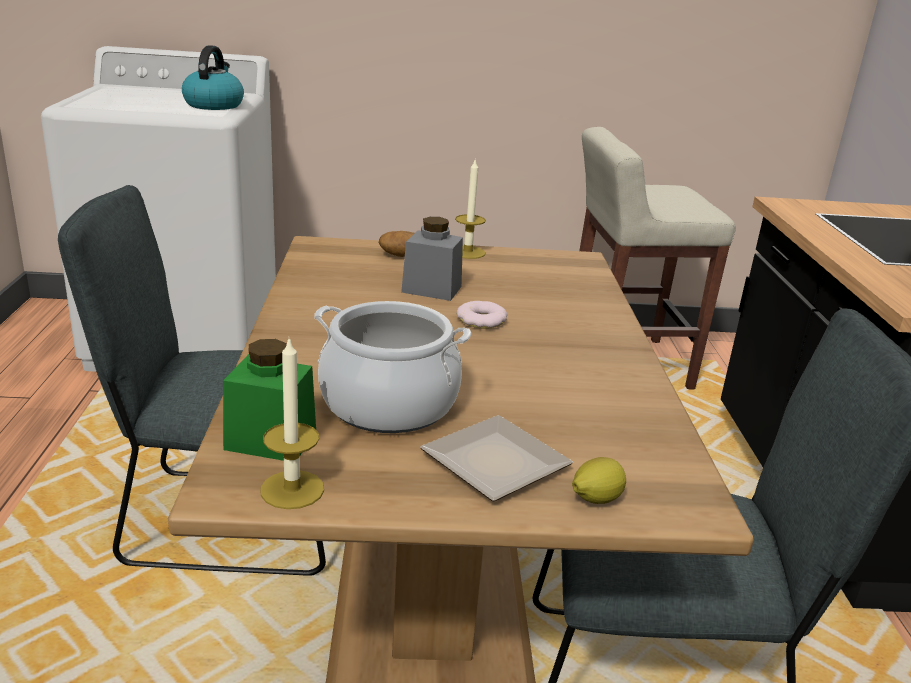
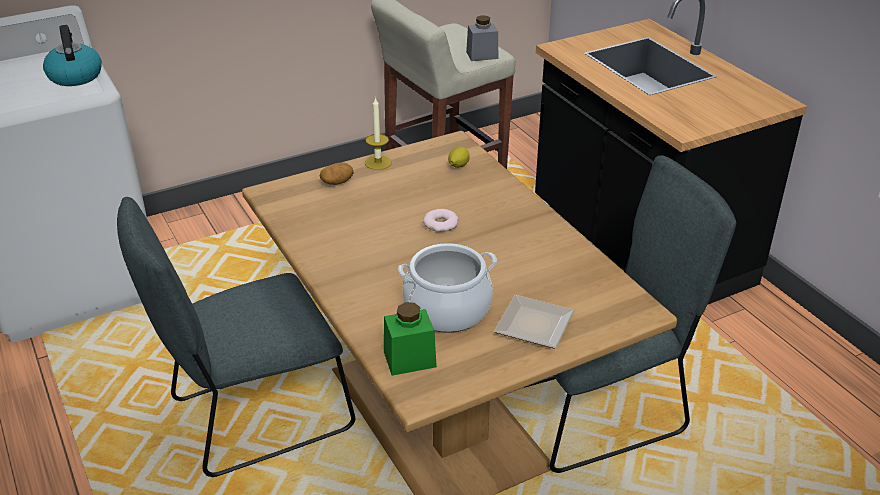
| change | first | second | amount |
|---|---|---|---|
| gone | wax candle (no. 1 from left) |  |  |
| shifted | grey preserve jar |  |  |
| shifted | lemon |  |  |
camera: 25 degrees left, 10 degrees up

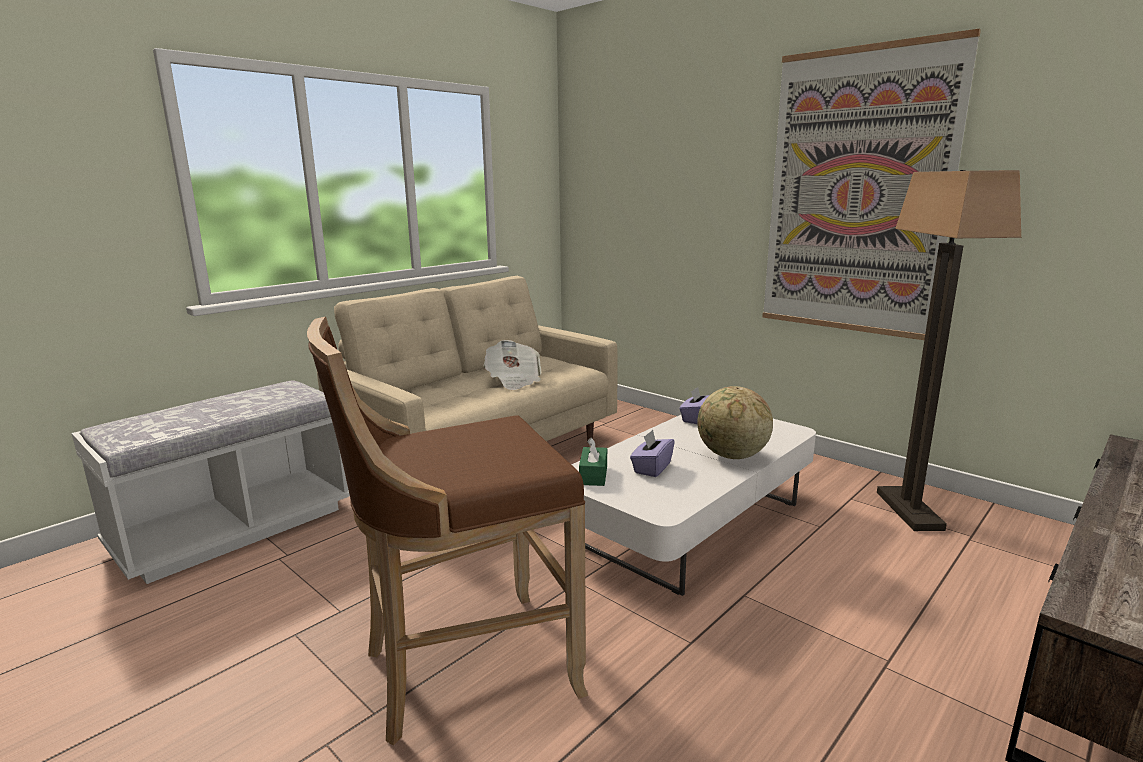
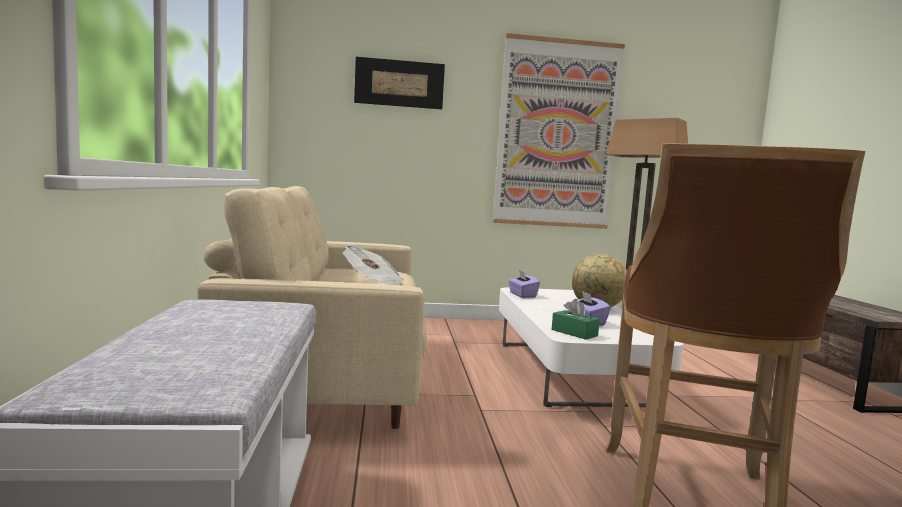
| change | first | second | amount |
|---|---|---|---|
| new |  | picture (no. 1 from left) |  |
camera: 50 degrees left, 10 degrees down

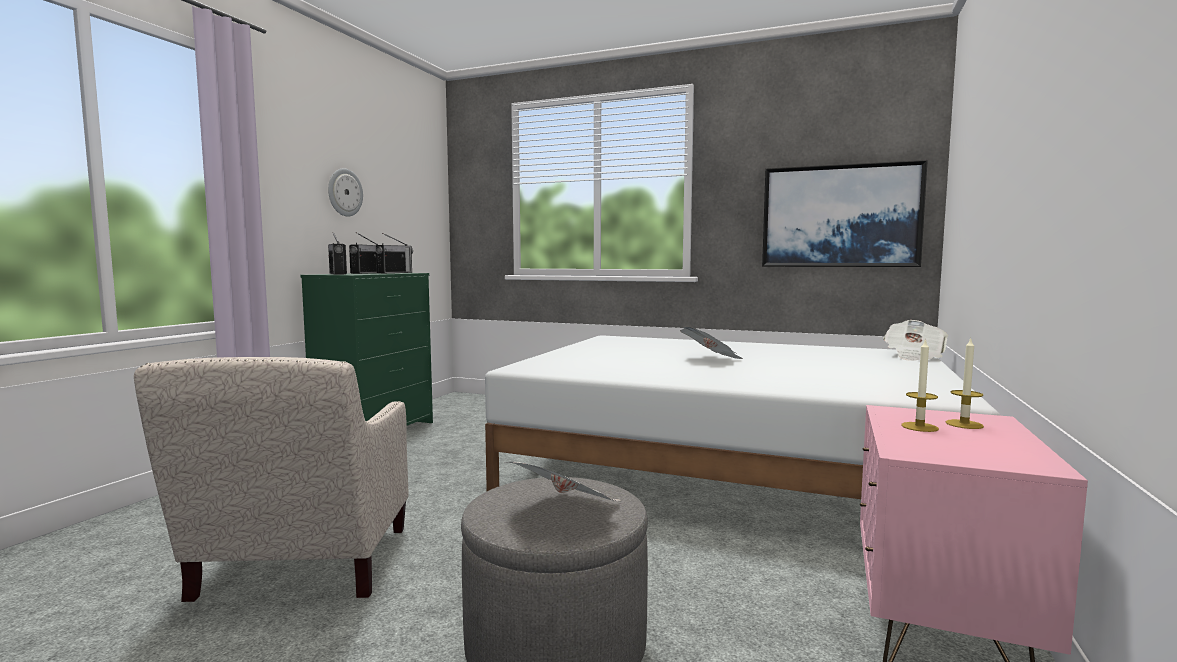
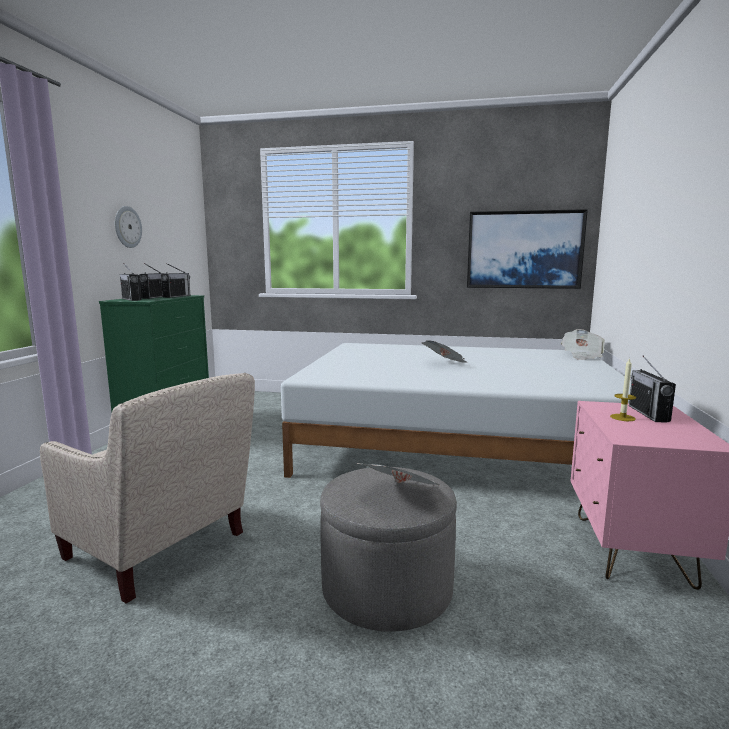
| change | first | second | amount |
|---|---|---|---|
| swapped | wax candle (no. 2 from left) | radio set (no. 4 from left) |  |
| rotated | beige lounge chair |  | 45 degrees counterclockwise |
camera: 10 degrees left, 5 degrees up

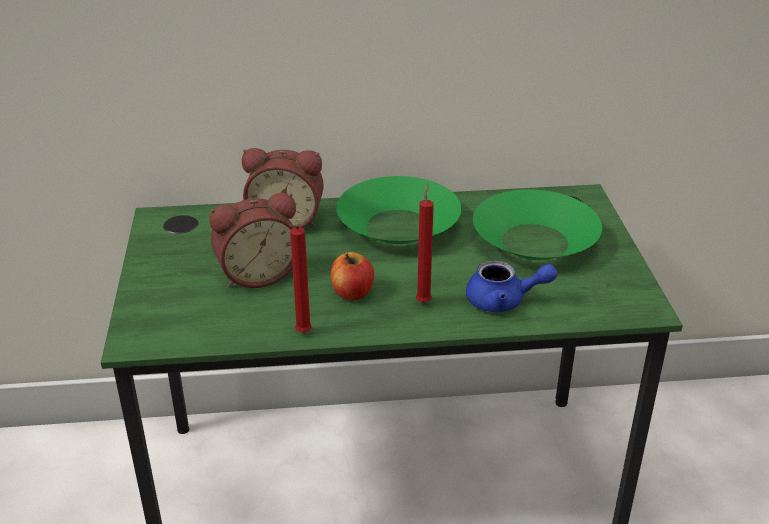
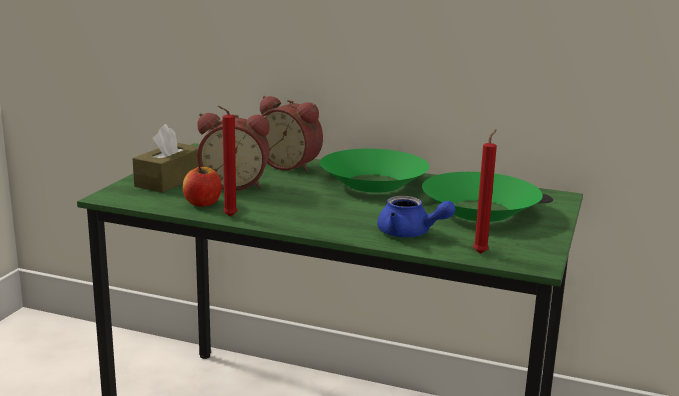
| change | first | second | amount |
|---|---|---|---|
| new |  | brown-coloured tissue holder |  |
| shifted | apple fruit |  |  |
| shifted | red-coloured wax candle (no. 2 from left) |  |  |
camera: 25 degrees right, 15 degrees down

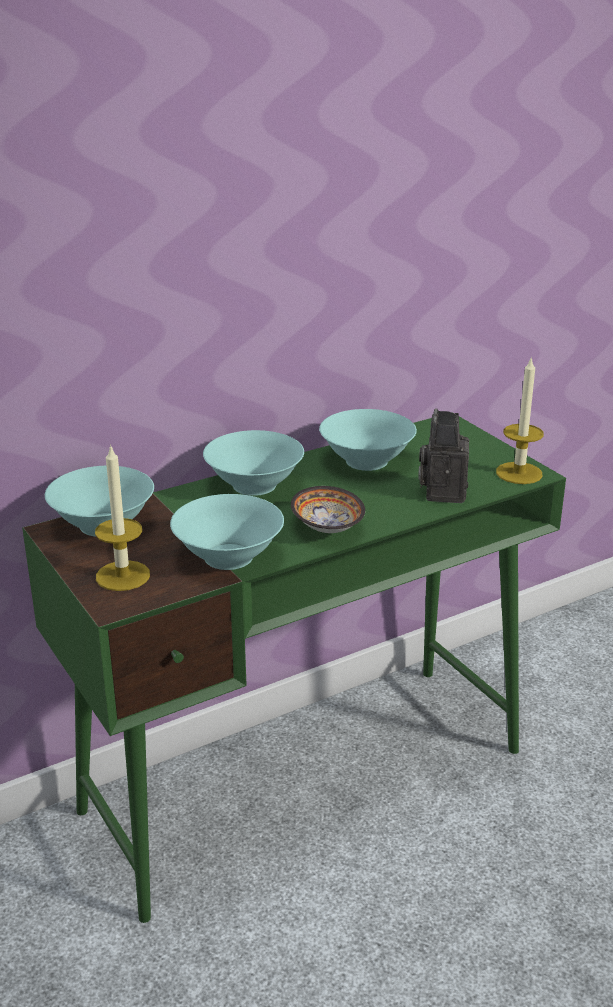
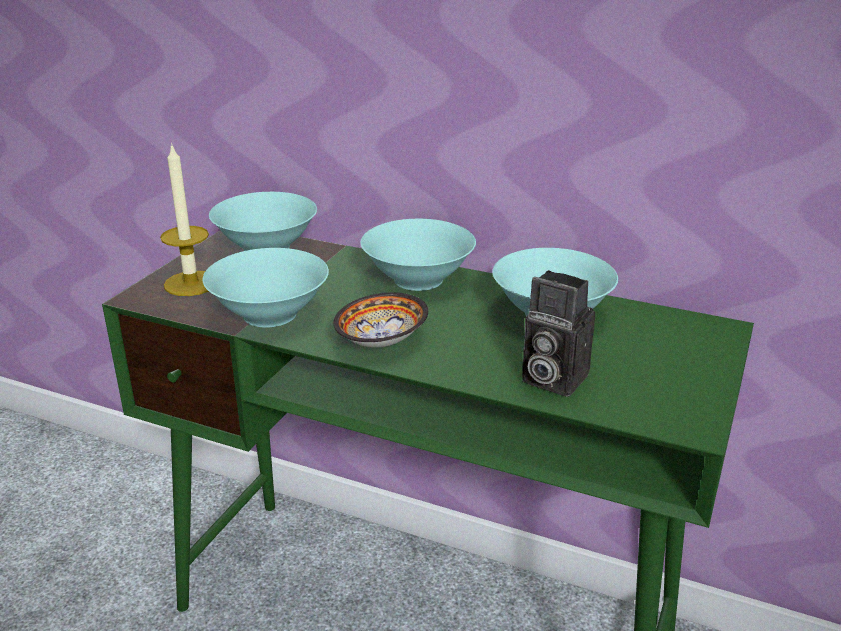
| change | first | second | amount |
|---|---|---|---|
| gone | wax candle (no. 2 from left) |  |  |
| rotated | photo camera |  | 120 degrees counterclockwise |
camera: 55 degrees right, 0 degrees up

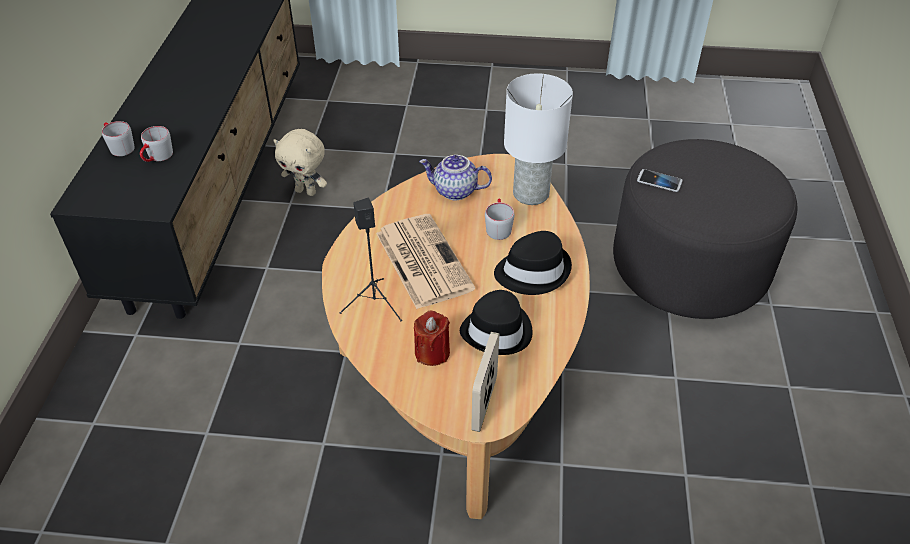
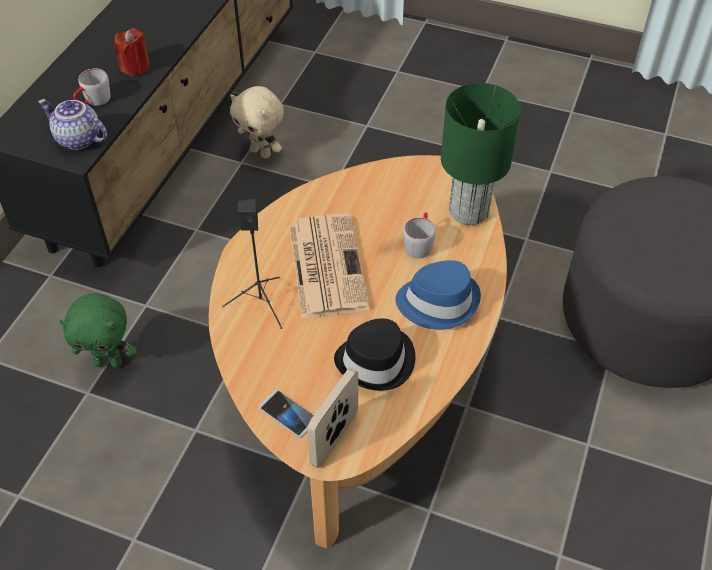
| change | first | second | amount |
|---|---|---|---|
| gone | grey mug (no. 1 from left) |  |  |
| new |  | green cuddly toy |  |
| shifted | red-coloured wax candle |  |  |
| shifted | tea pot |  |  |
| shifted | telephone |  |  |
| repainted | blackish clothing hat (no. 2 from left) | blue-coloured clothing hat |  |
| repainted | white table lamp | green table lamp |  |
camera: 15 degrees right, 5 degrees up

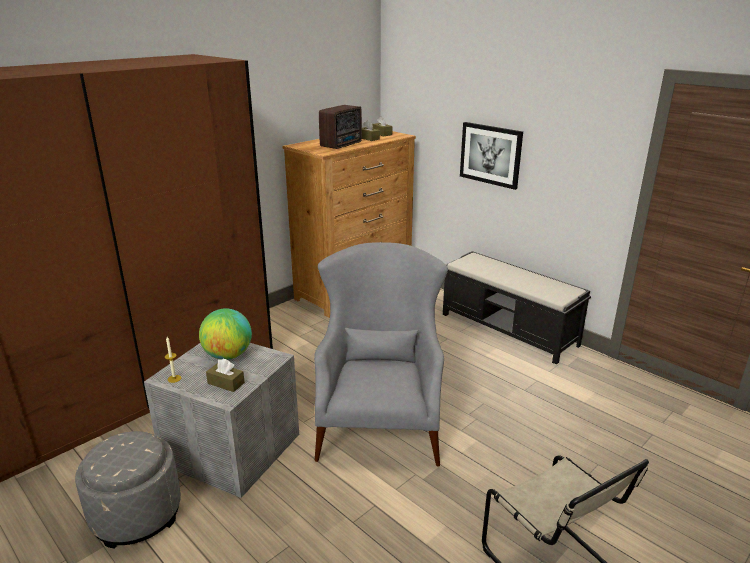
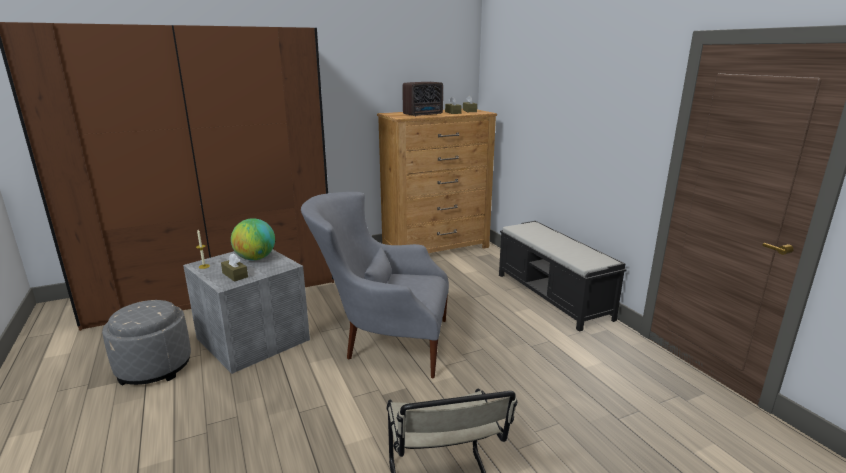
| change | first | second | amount |
|---|---|---|---|
| gone | picture |  |  |
| rotated | grey lounge chair |  | 105 degrees counterclockwise |
camera: 20 degrees right, 5 degrees down

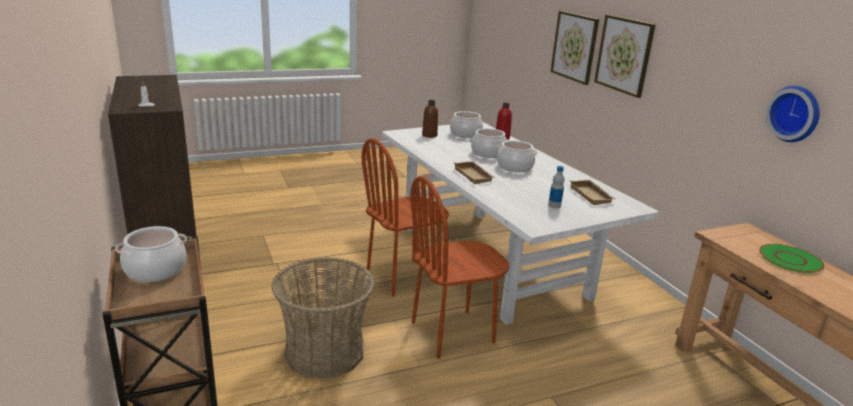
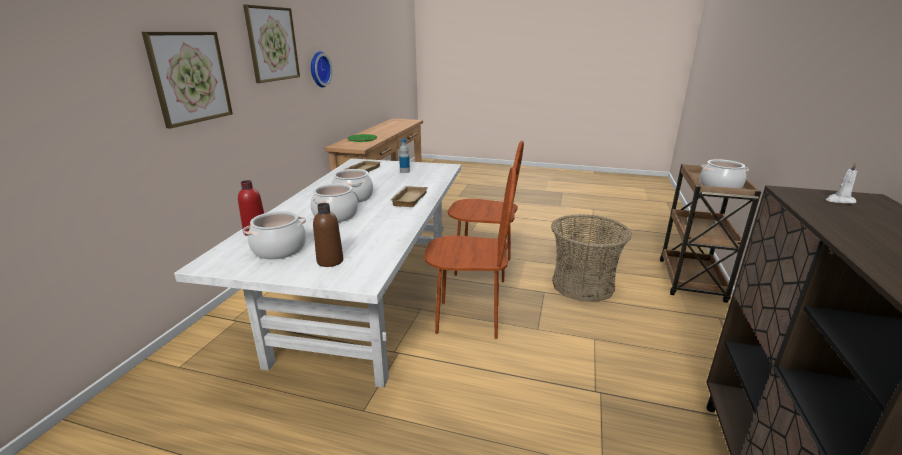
| change | first | second | amount |
|---|---|---|---|
| shifted | picture (no. 1 from left in the first image) | picture (no. 2 from left) |  |
camera: 140 degrees left, 0 degrees up

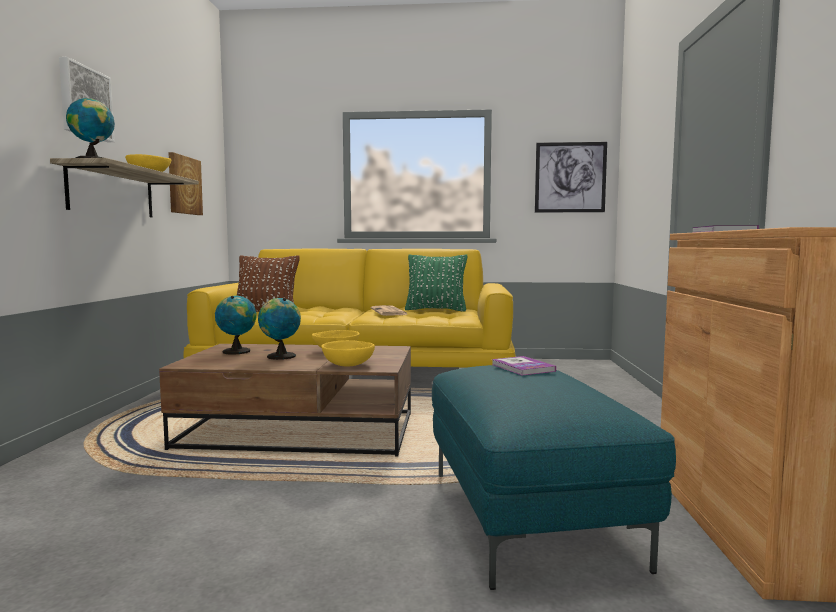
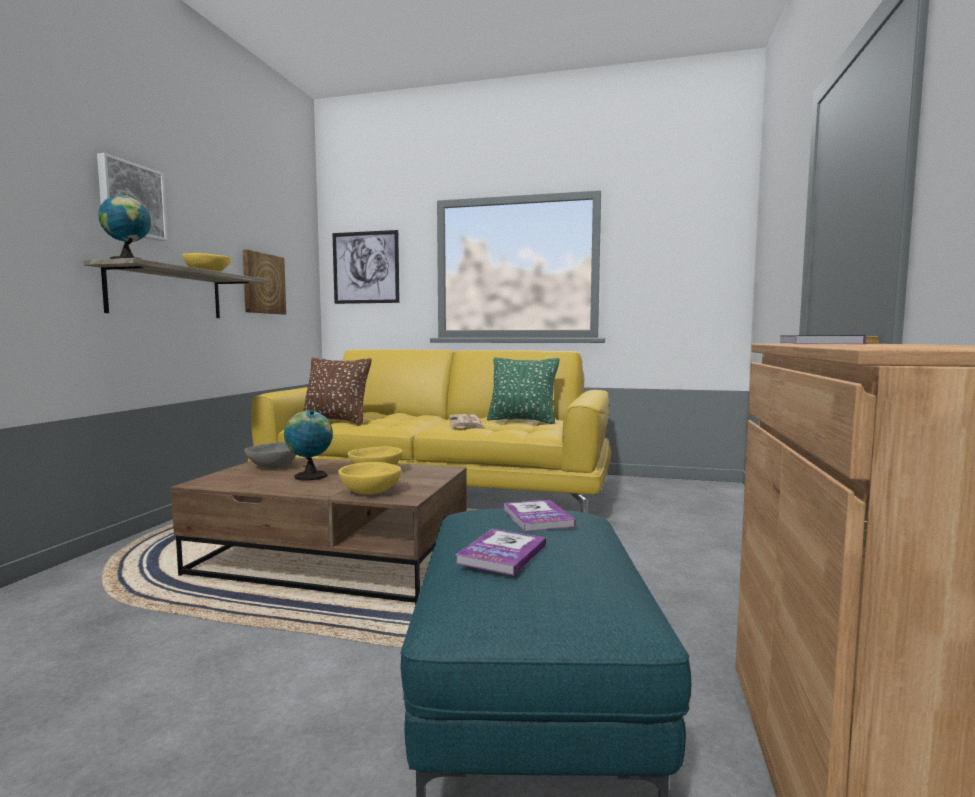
| change | first | second | amount |
|---|---|---|---|
| new |  | bound book (no. 1 from left) |  |
| shifted | picture (no. 3 from left) |  |  |
| swapped | world globe (no. 2 from left) | grey serving bowl |  |
camera: 10 degrees right, 0 degrees up

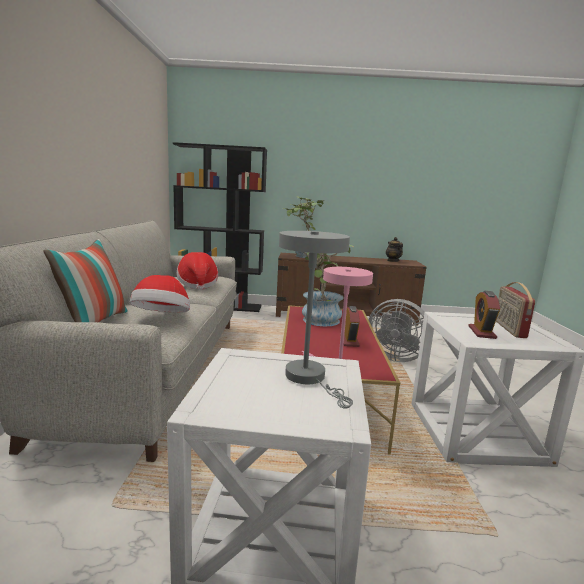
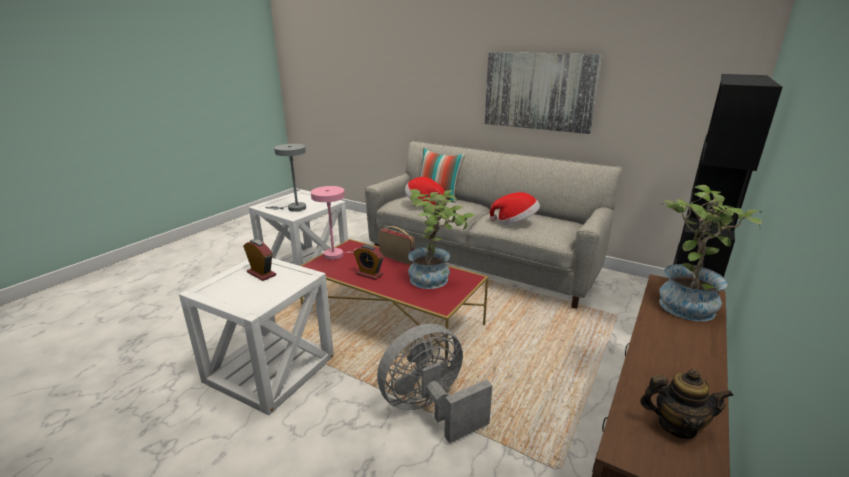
| change | first | second | amount |
|---|---|---|---|
| new |  | picture |  |
| shifted | radio set |  |  |
camera: 120 degrees right, 10 degrees up

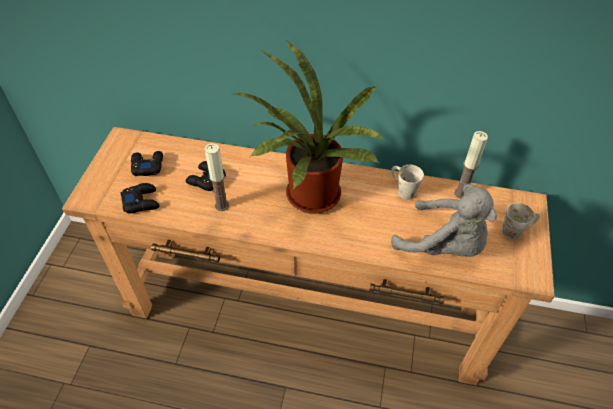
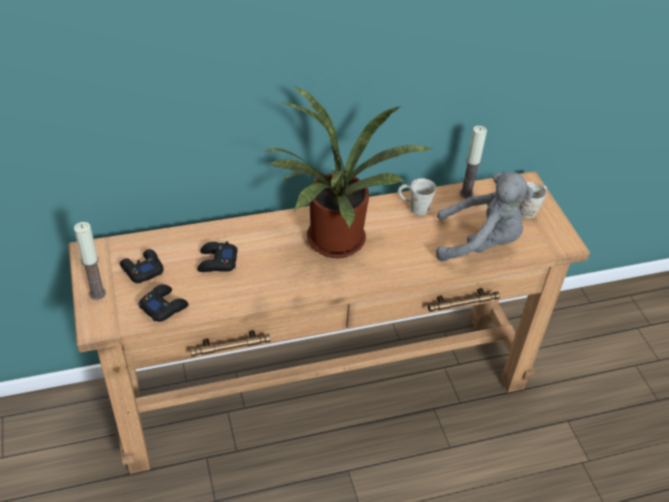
| change | first | second | amount |
|---|---|---|---|
| shifted | wax candle (no. 1 from left) |  |  |
camera: 30 degrees left, 5 degrees down

